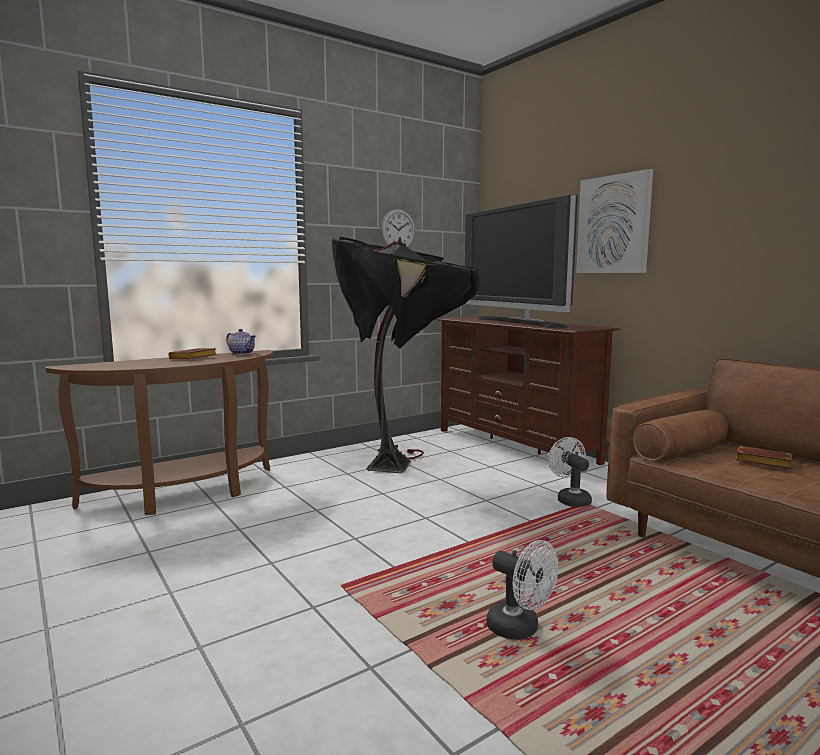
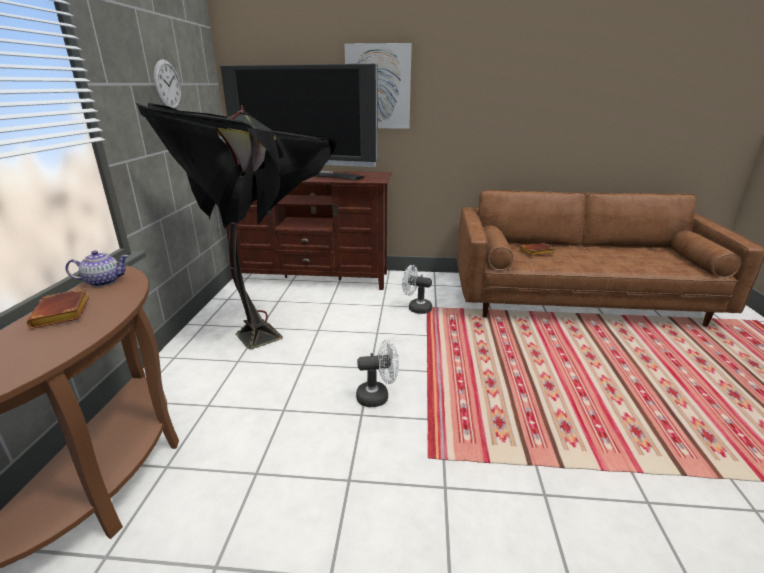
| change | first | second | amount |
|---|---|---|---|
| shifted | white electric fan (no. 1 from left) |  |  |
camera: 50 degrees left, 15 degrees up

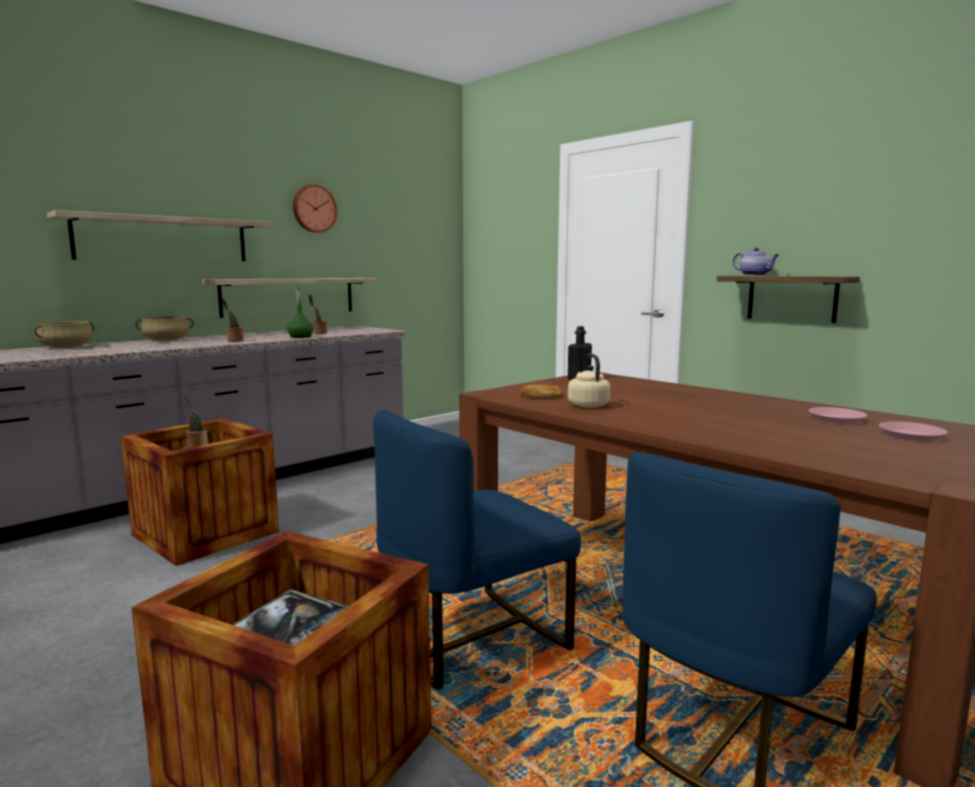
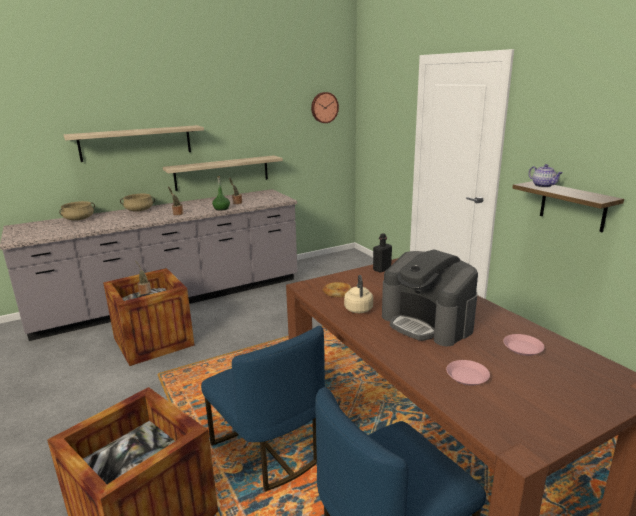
| change | first | second | amount |
|---|---|---|---|
| new |  | coffee machine |  |
| shifted | clock on the wall |  |  |
| shifted | pink-coloured dinner plate (no. 2 from left in the first image) | pink-coloured dinner plate (no. 1 from left) |  |
| rotated | blue-coloured upright chair (no. 1 from left) |  | 105 degrees counterclockwise |
camera: 15 degrees right, 10 degrees up

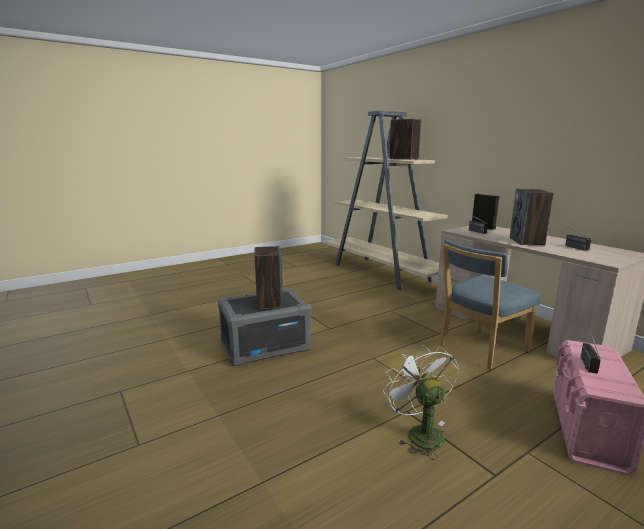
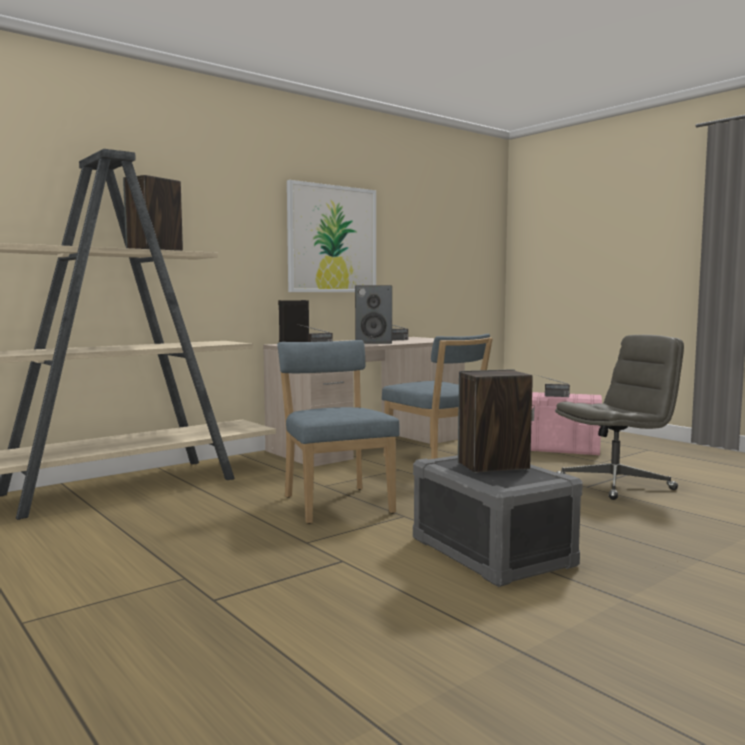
| change | first | second | amount |
|---|---|---|---|
| new |  | blue-coloured upright chair (no. 1 from left) |  |
| new |  | picture |  |
| swapped | white electric fan | grey desk chair |  |
camera: 95 degrees left, 10 degrees down

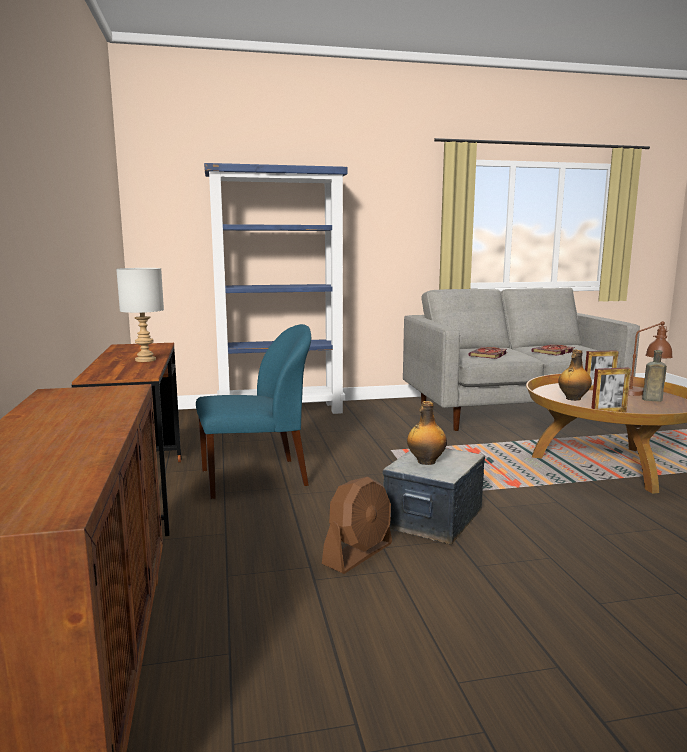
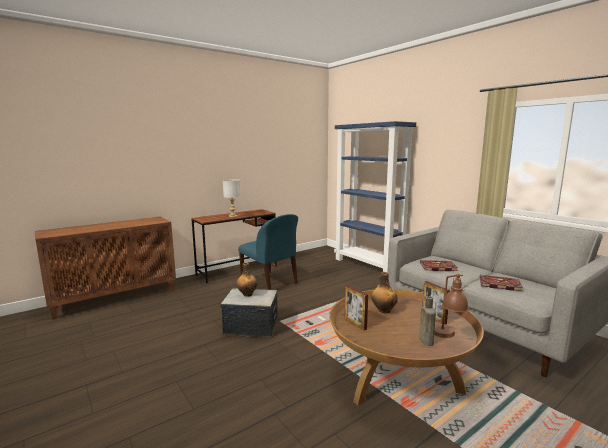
| change | first | second | amount |
|---|---|---|---|
| gone | brown-coloured electric fan |  |  |
camera: 65 degrees right, 0 degrees up

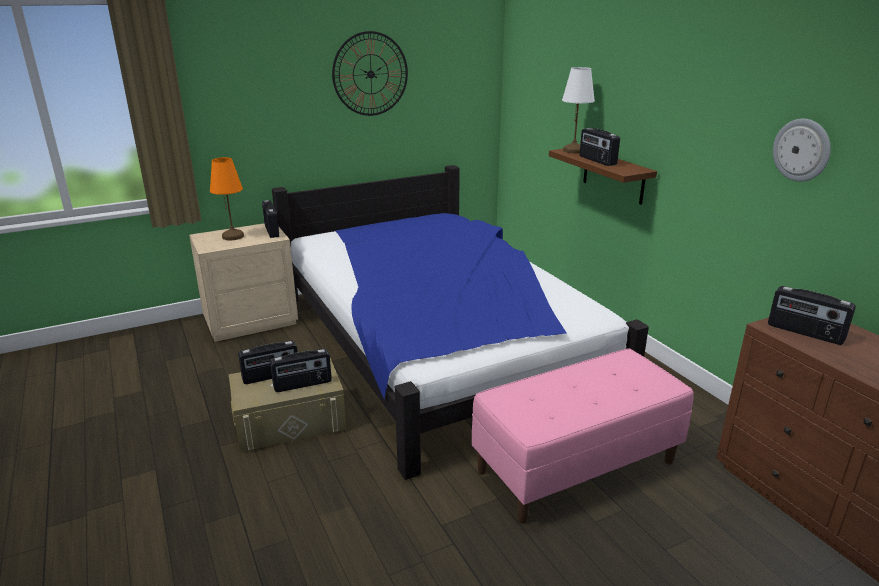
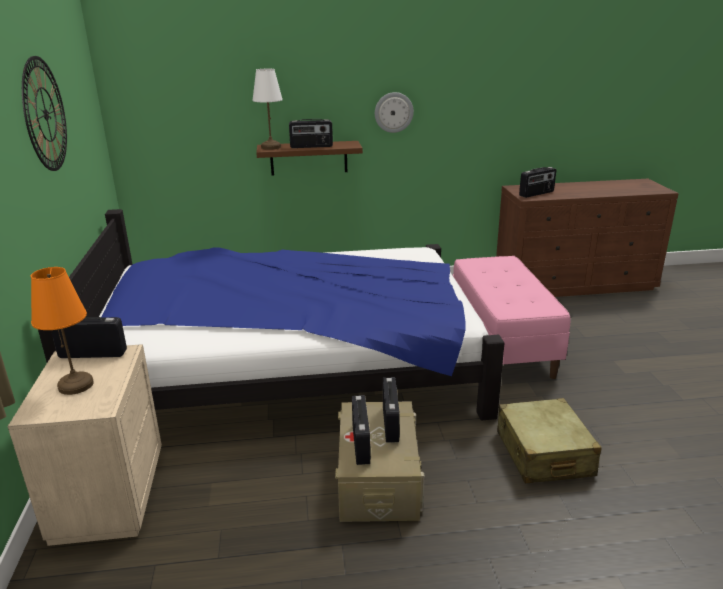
| change | first | second | amount |
|---|---|---|---|
| new |  | beige travel case |  |
| shifted | clock on the wall (no. 2 from left) |  |  |
camera: 70 degrees left, 0 degrees up

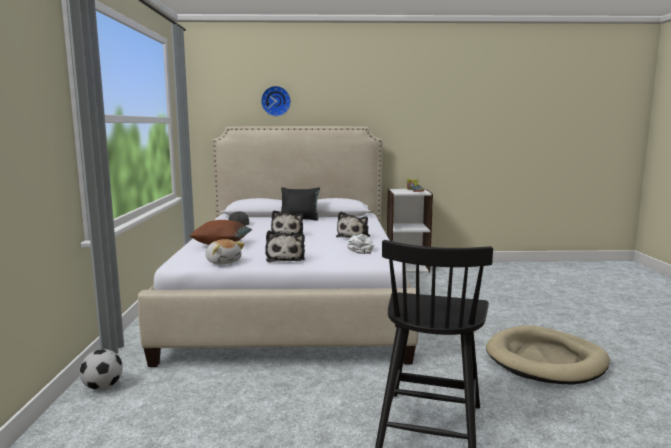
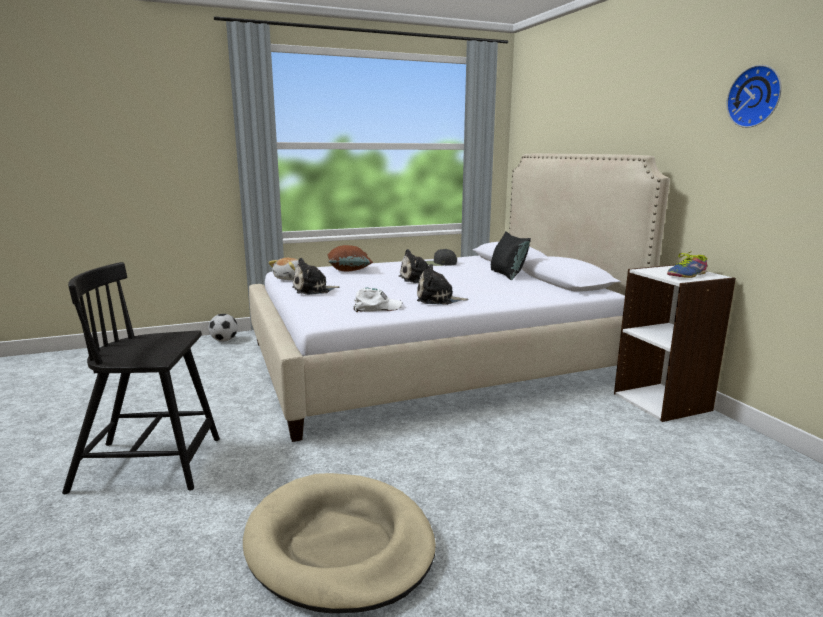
| change | first | second | amount |
|---|---|---|---|
| shifted | clock on the wall |  |  |
camera: 70 degrees right, 5 degrees up

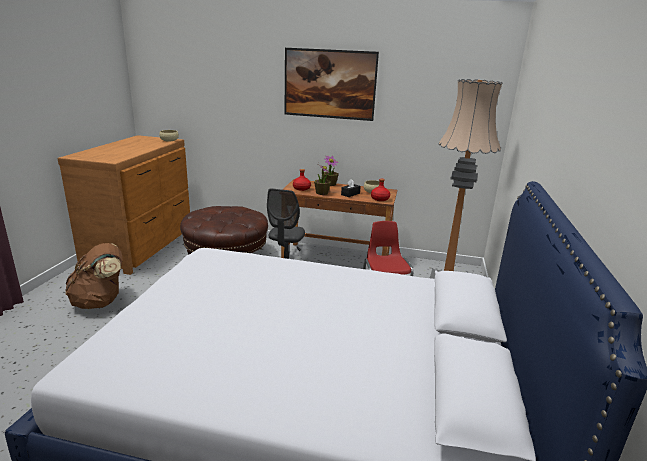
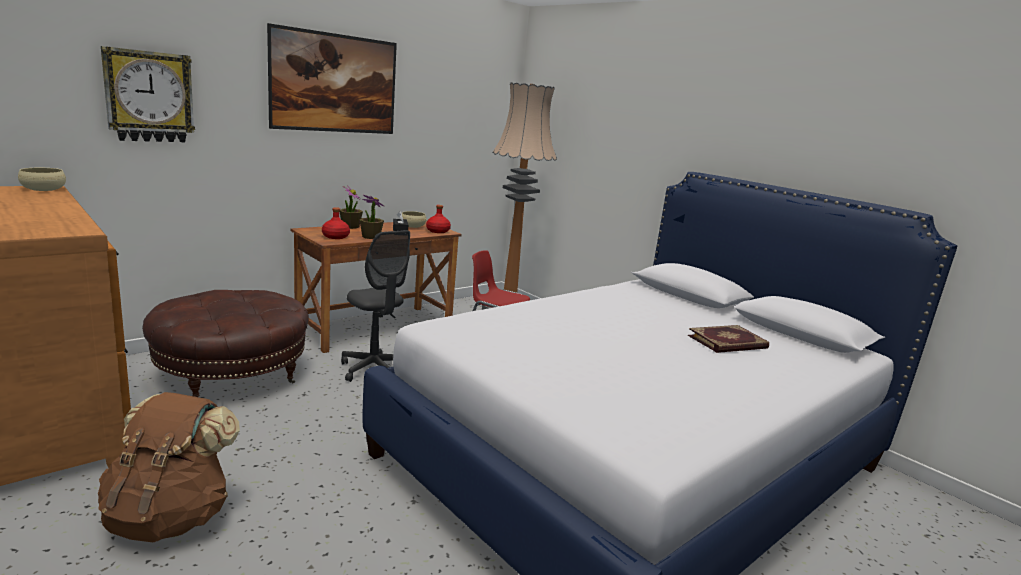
| change | first | second | amount |
|---|---|---|---|
| new |  | clock on the wall |  |
| new |  | bound book |  |
camera: 55 degrees left, 5 degrees down

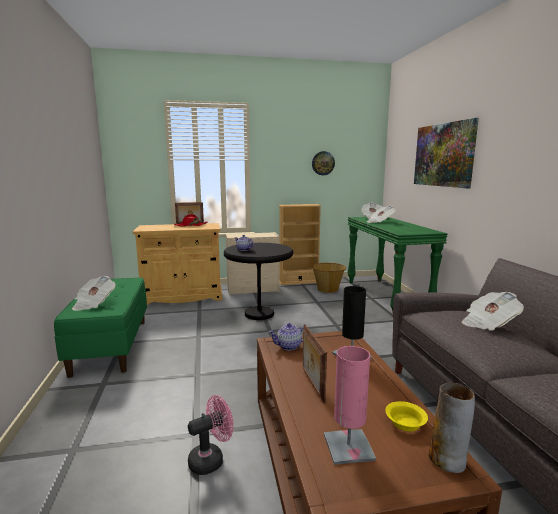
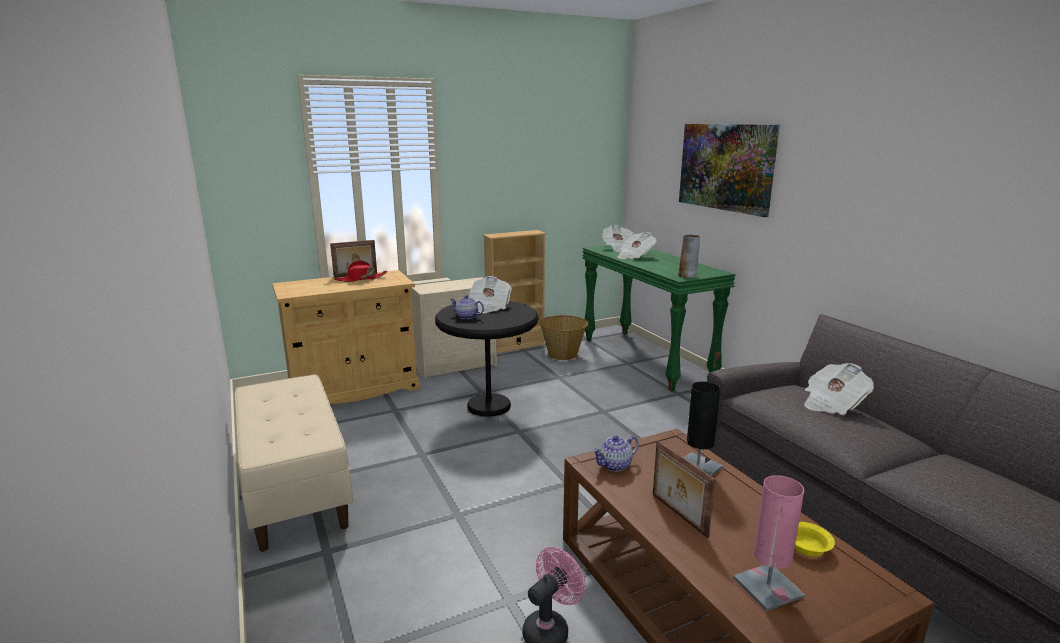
| change | first | second | amount |
|---|---|---|---|
| gone | clock on the wall |  |  |
| shifted | printed paper (no. 1 from left) |  |  |
| shifted | decorative vase |  |  |
| repainted | green long seat | beige long seat |  |
camera: 15 degrees left, 5 degrees up

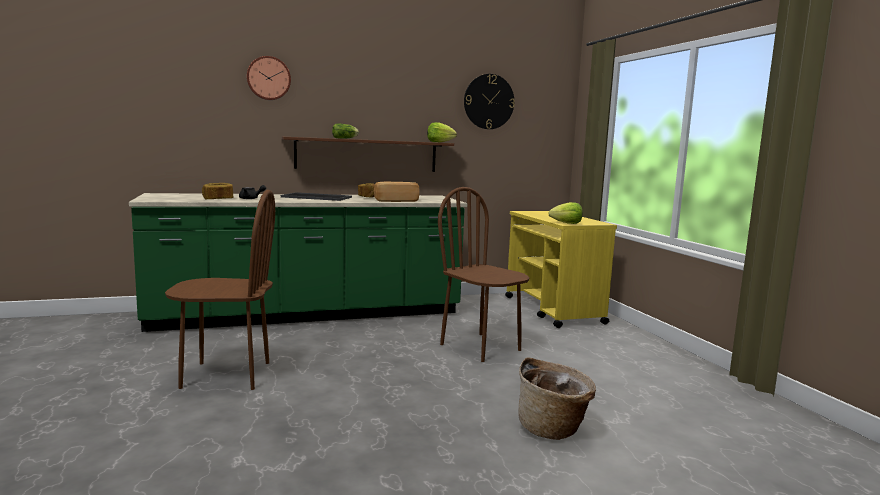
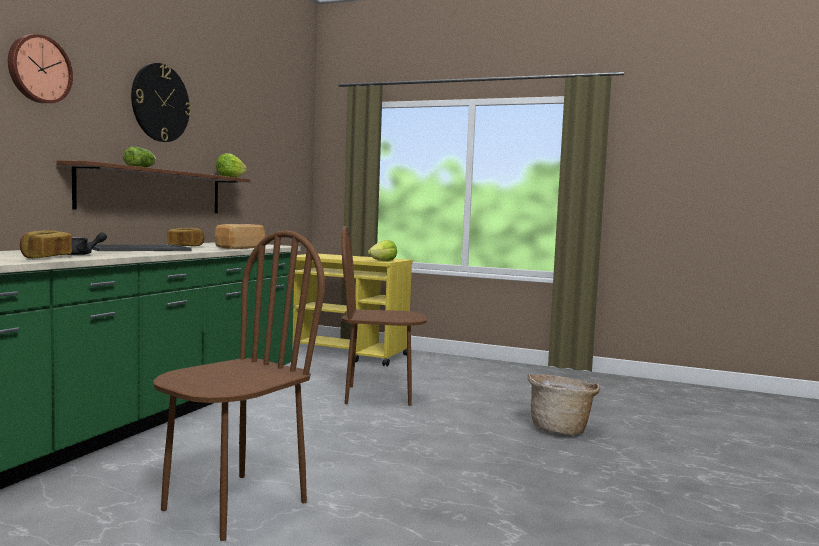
| change | first | second | amount |
|---|---|---|---|
| shifted | clock on the wall (no. 2 from left) |  |  |
camera: 50 degrees left, 5 degrees down

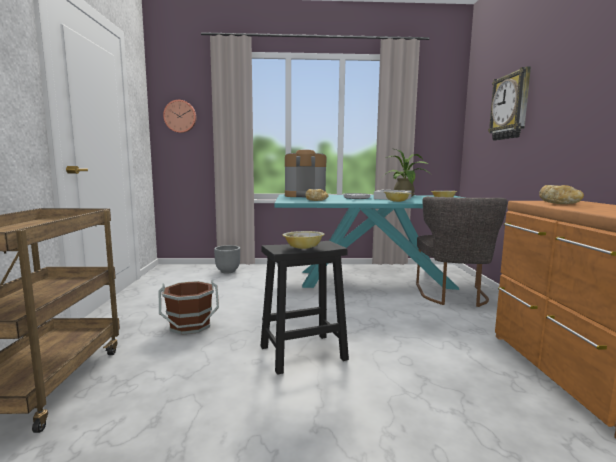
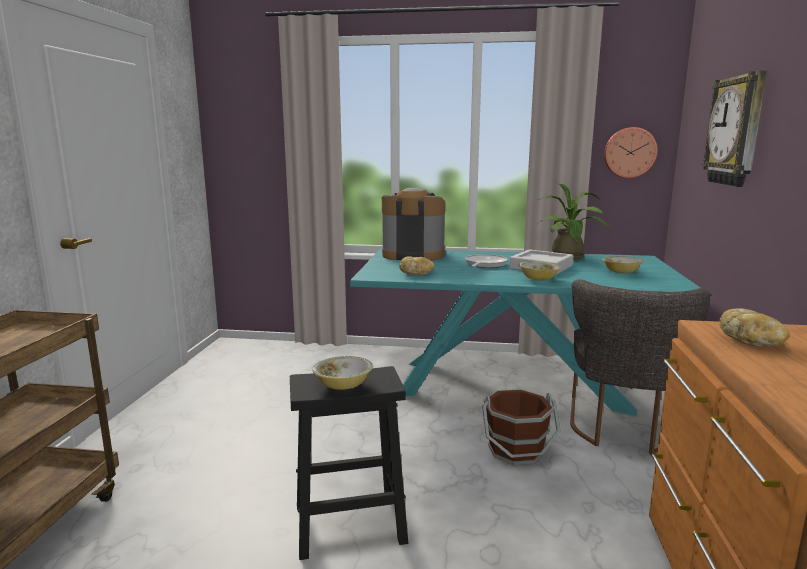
| change | first | second | amount |
|---|---|---|---|
| gone | grey plant pot |  |  |
| shifted | brown-coloured bucket |  |  |
| shifted | clock on the wall (no. 1 from left) |  |  |
camera: 10 degrees right, 5 degrees up

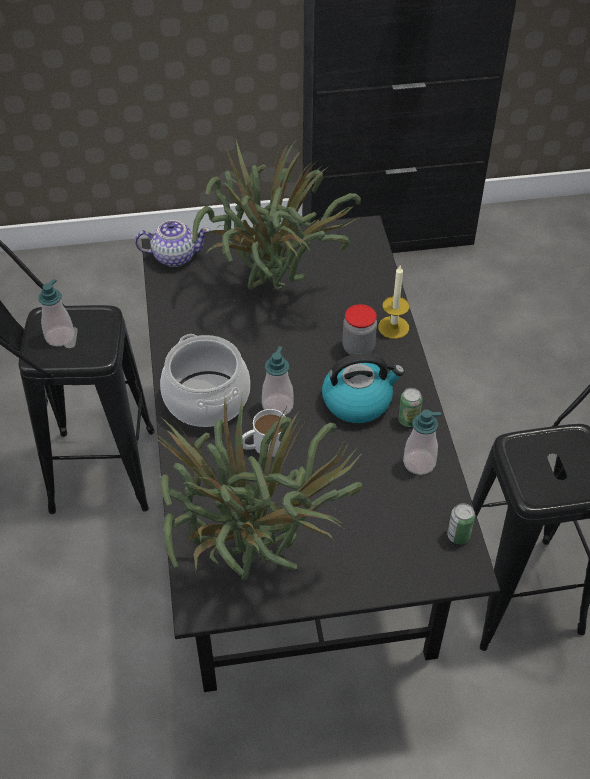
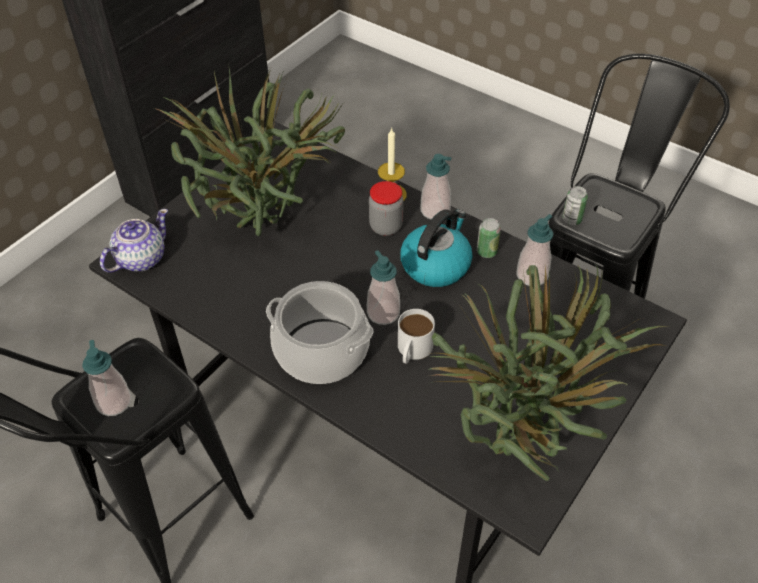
| change | first | second | amount |
|---|---|---|---|
| new |  | liquid soap bottle (no. 3 from left) |  |
| shifted | metal can (no. 2 from left) |  |  |
camera: 45 degrees left, 0 degrees up

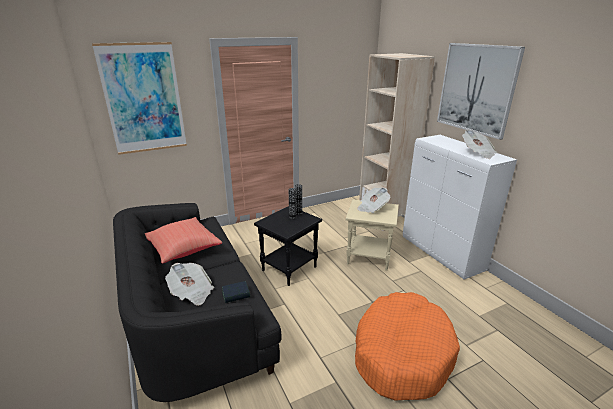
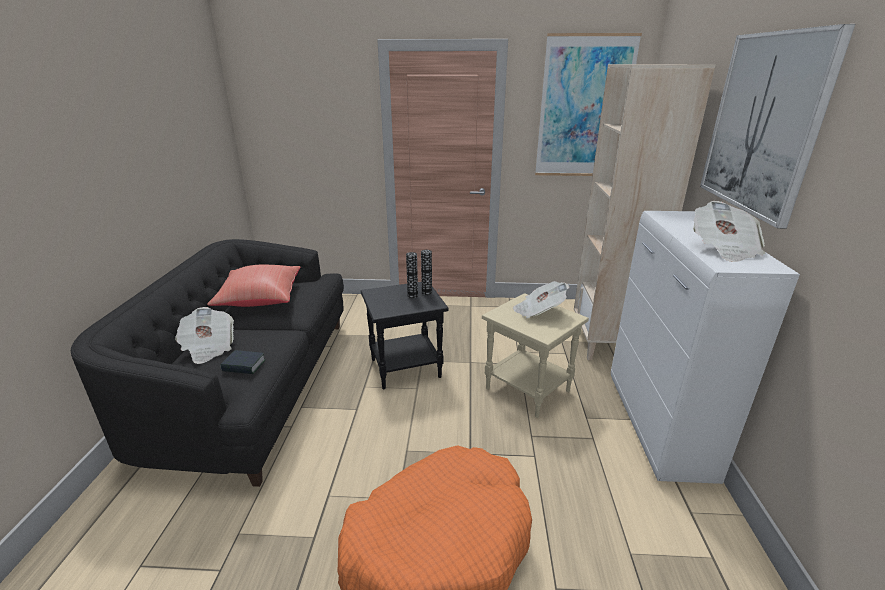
| change | first | second | amount |
|---|---|---|---|
| shifted | picture (no. 1 from left) |  |  |
camera: 30 degrees right, 0 degrees up

